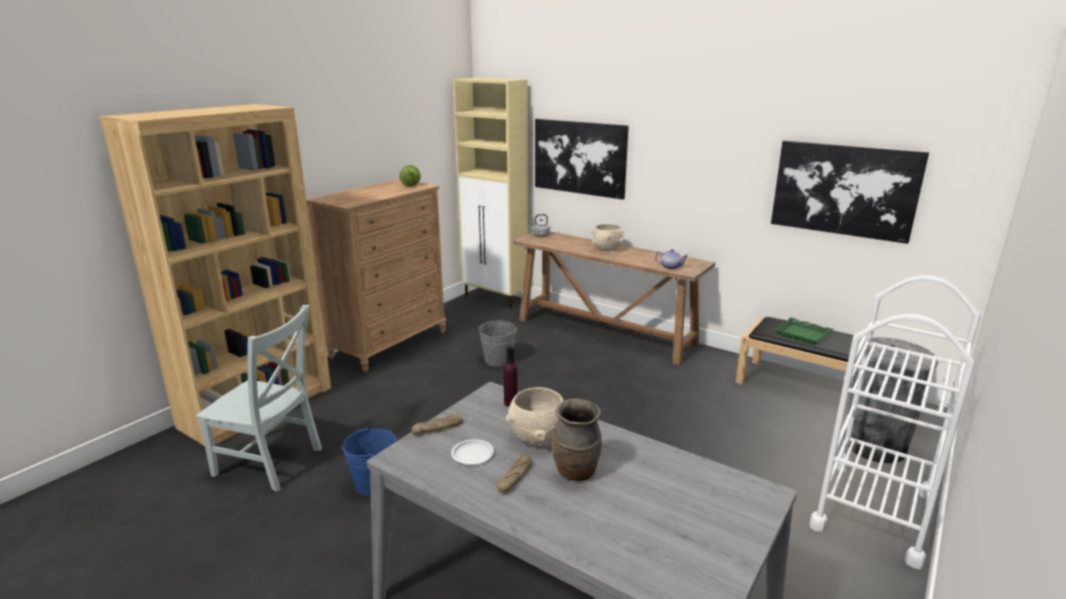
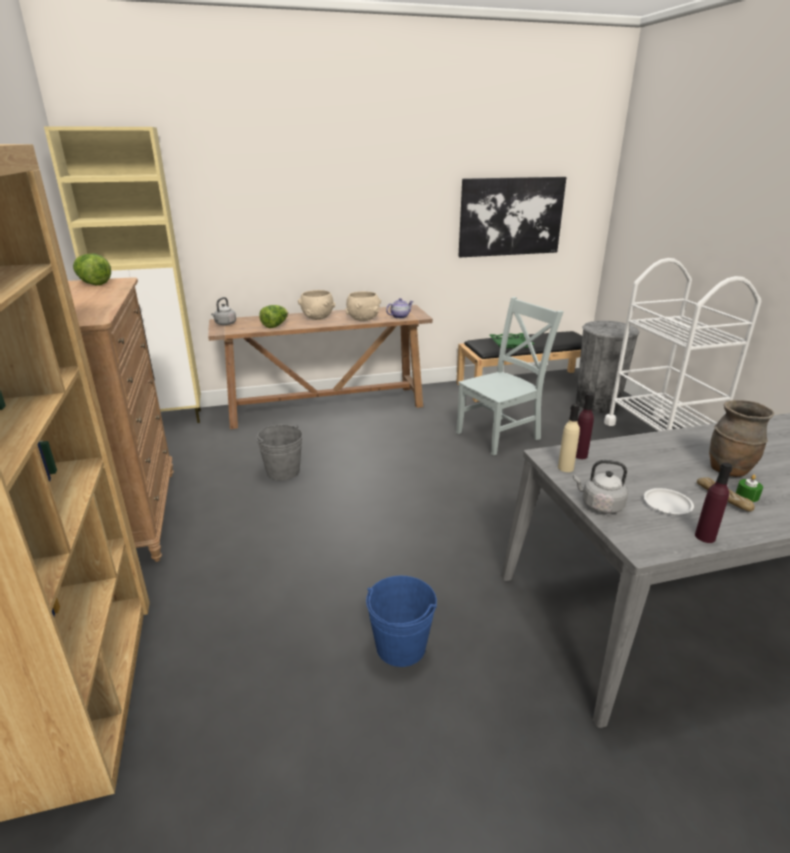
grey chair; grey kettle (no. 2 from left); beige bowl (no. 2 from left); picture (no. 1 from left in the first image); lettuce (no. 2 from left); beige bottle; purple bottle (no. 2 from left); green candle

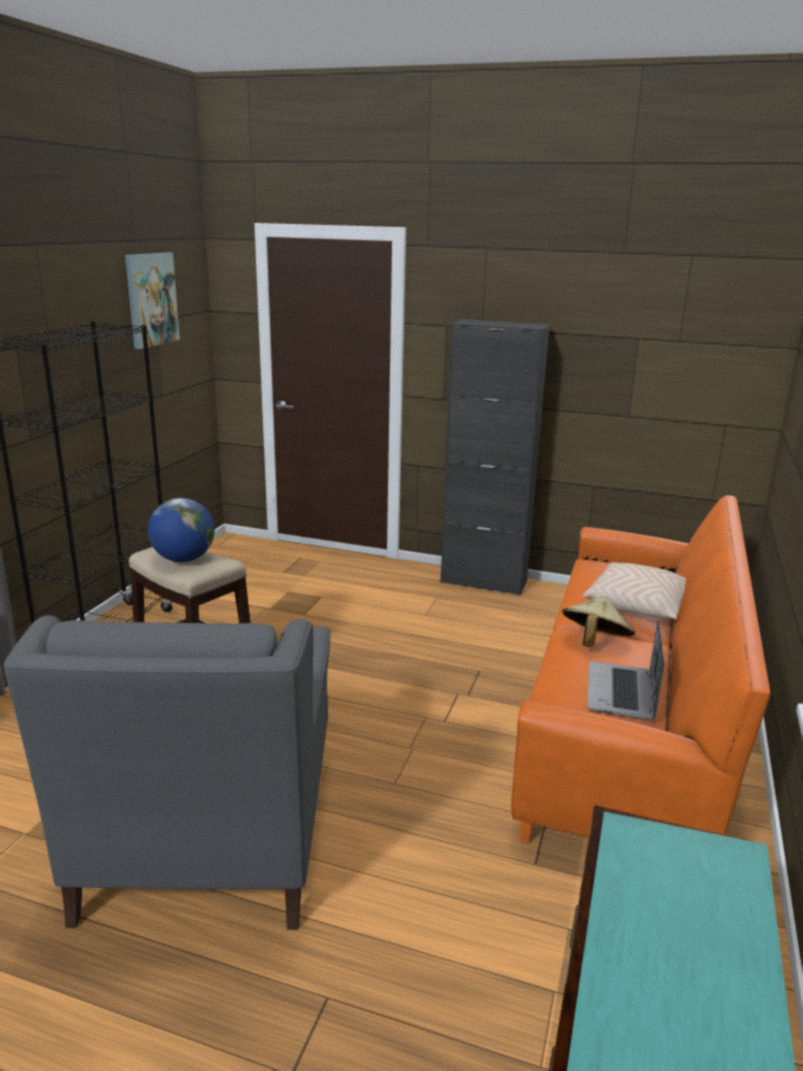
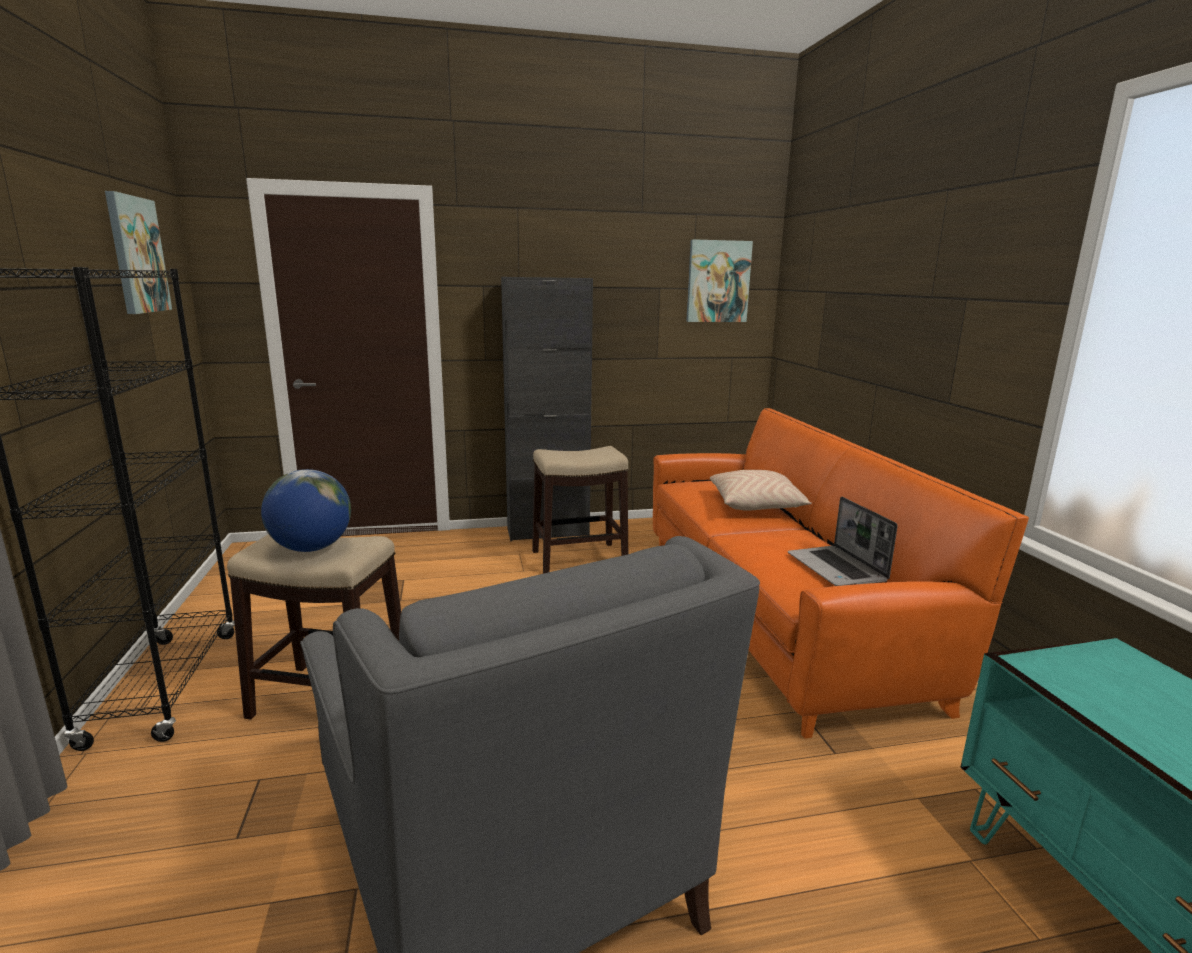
beige hat; stool (no. 2 from left); picture (no. 2 from left)

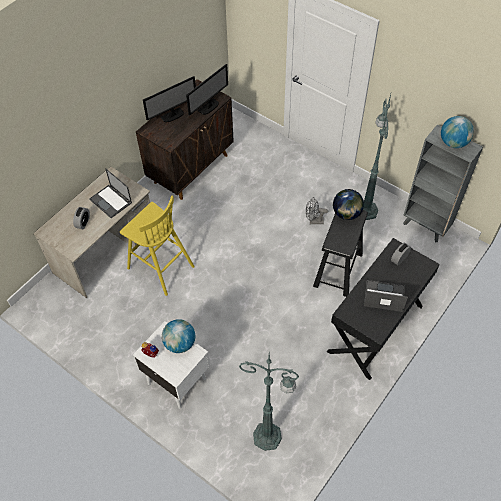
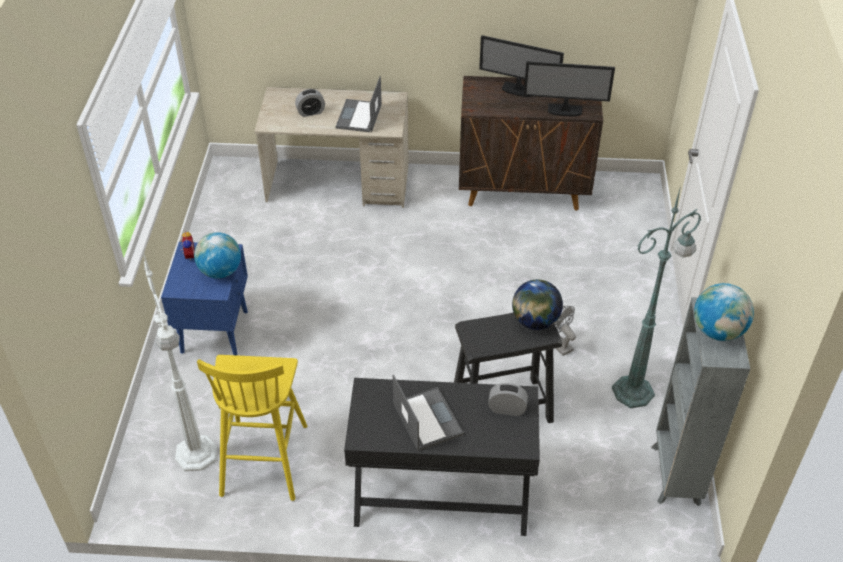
yellow stool; blue nightstand; white floor lamp

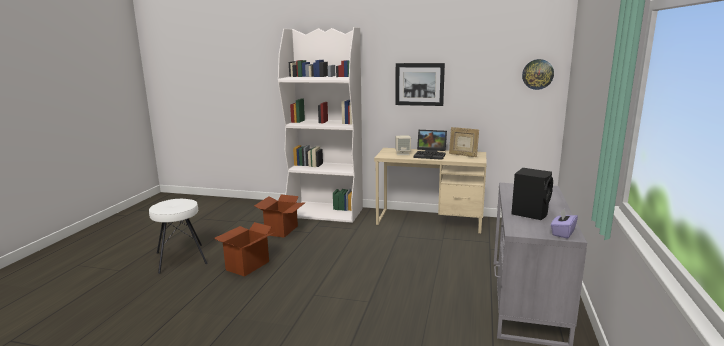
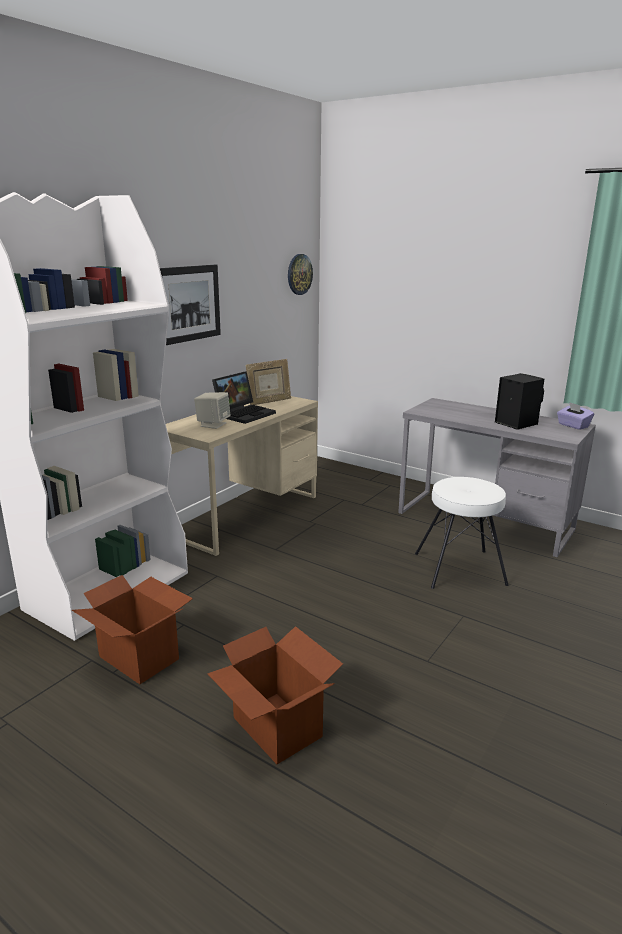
white stool

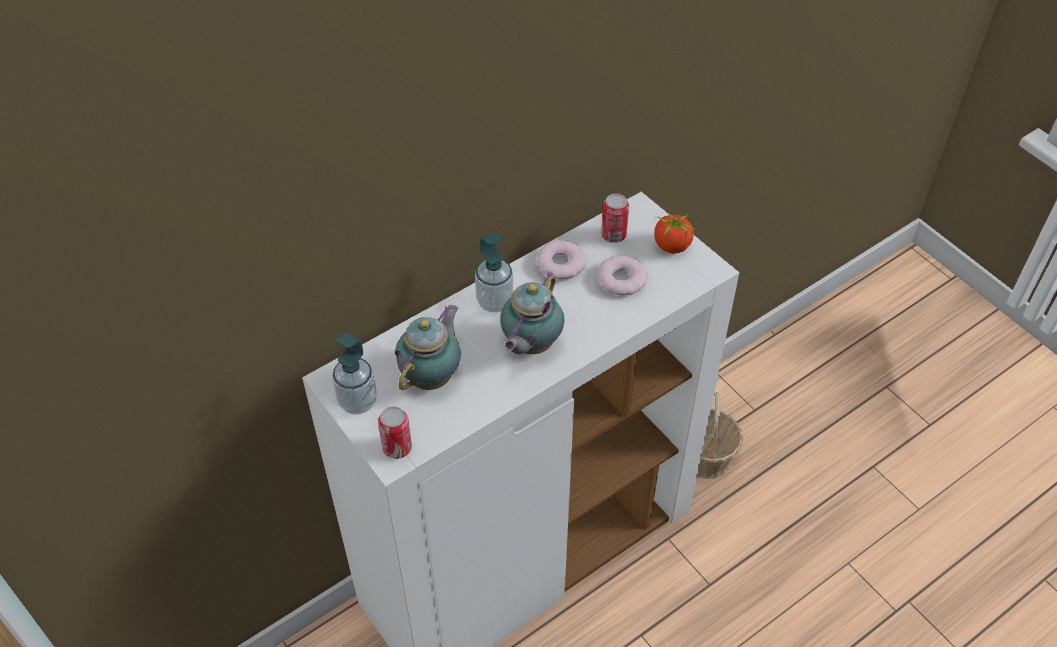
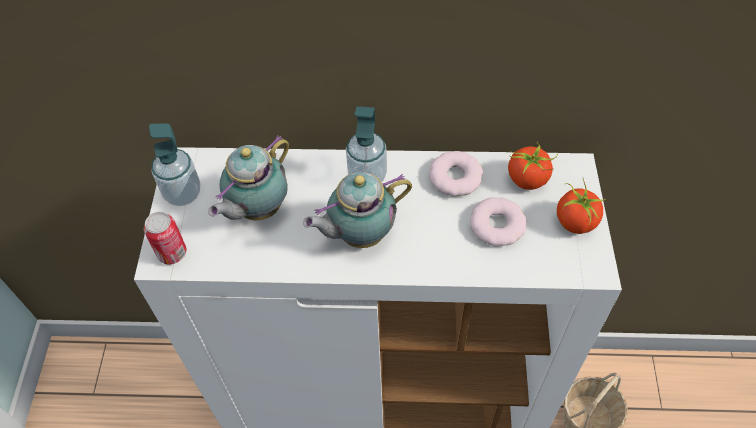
teapot (no. 1 from left); tomato (no. 1 from left)

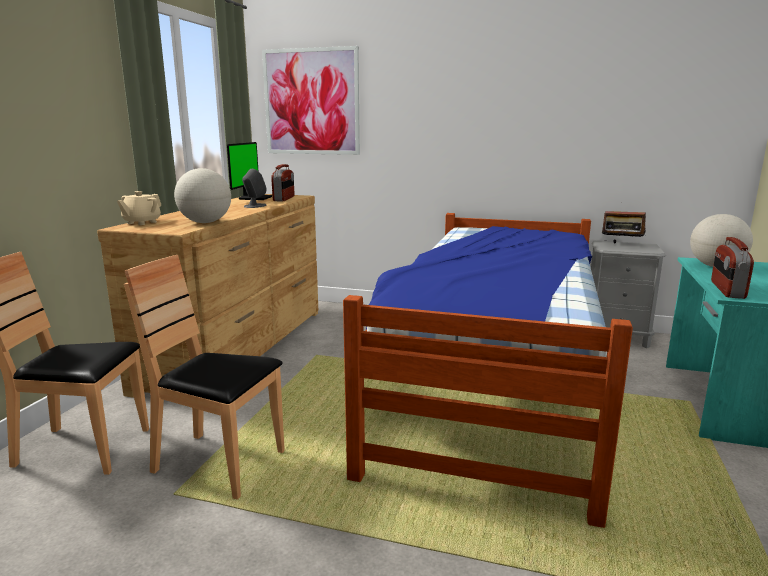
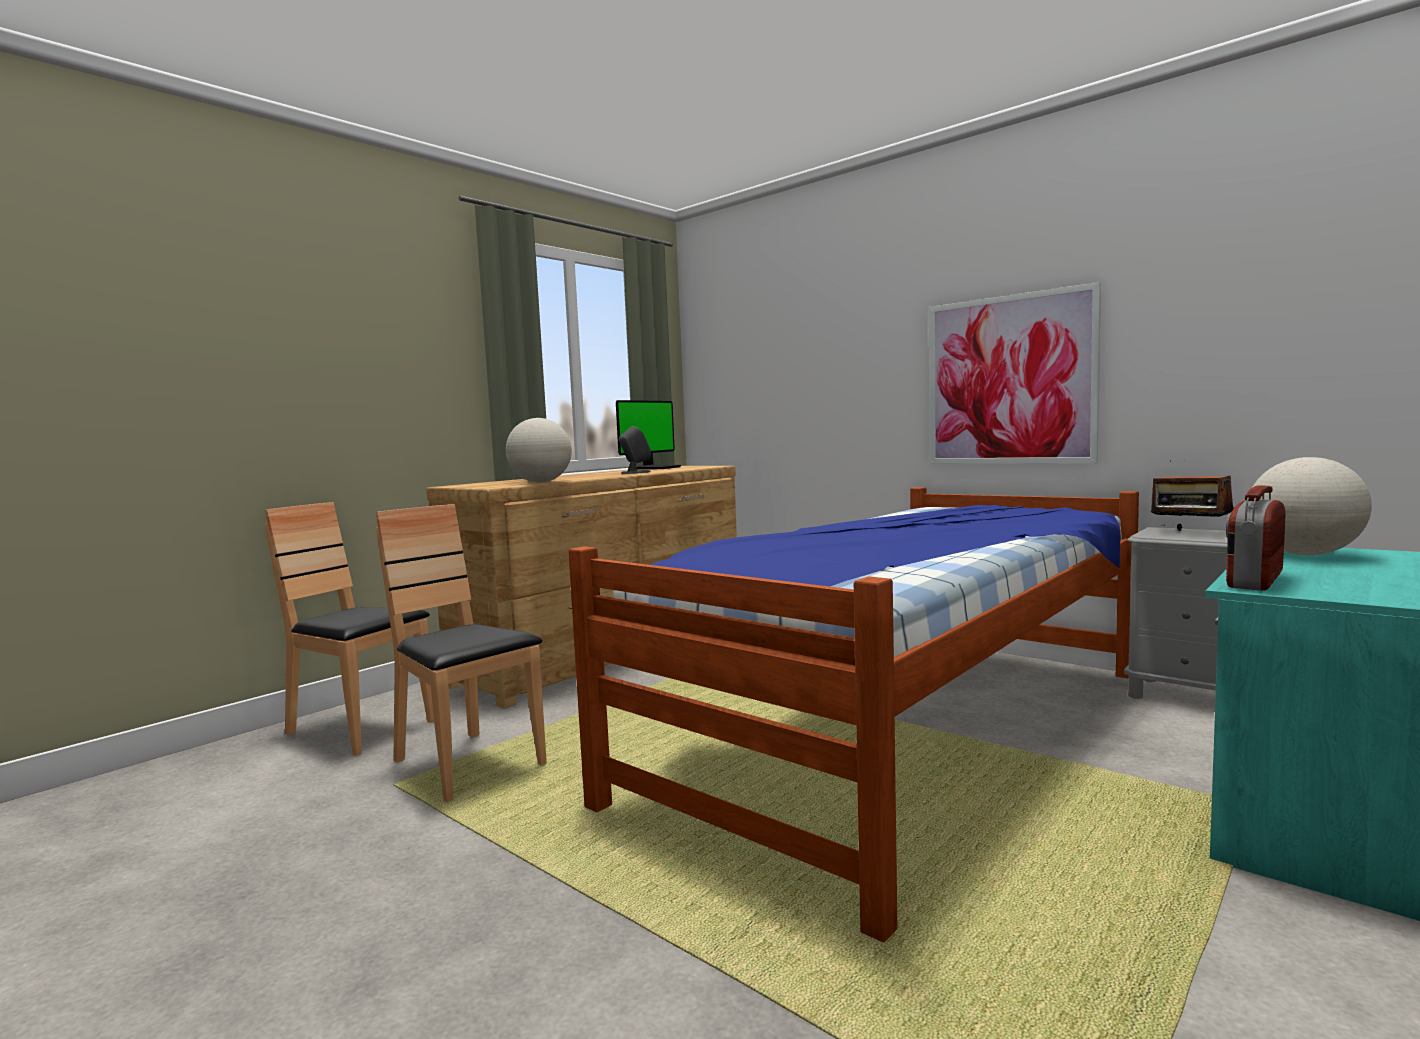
beige teapot; picture; radio (no. 1 from left in the first image)

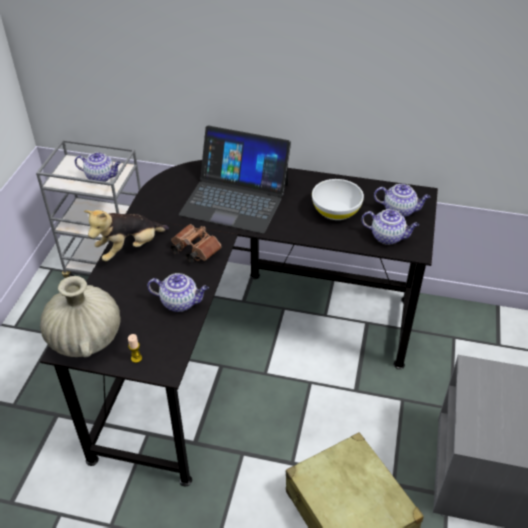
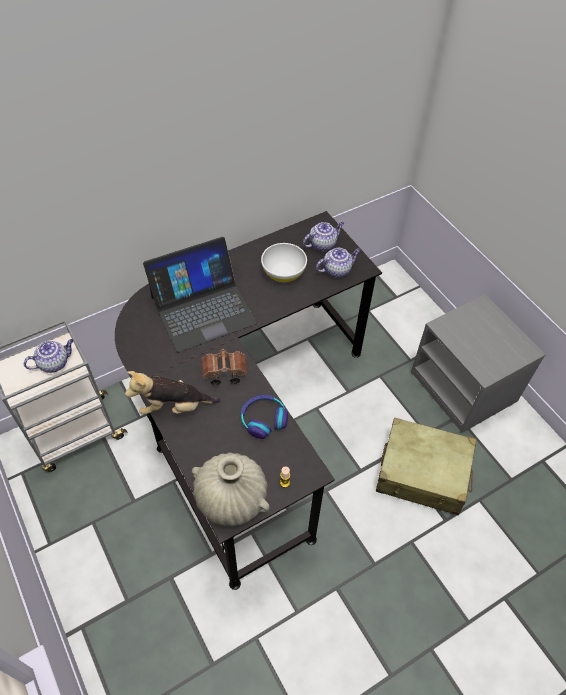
plush toy; headphones

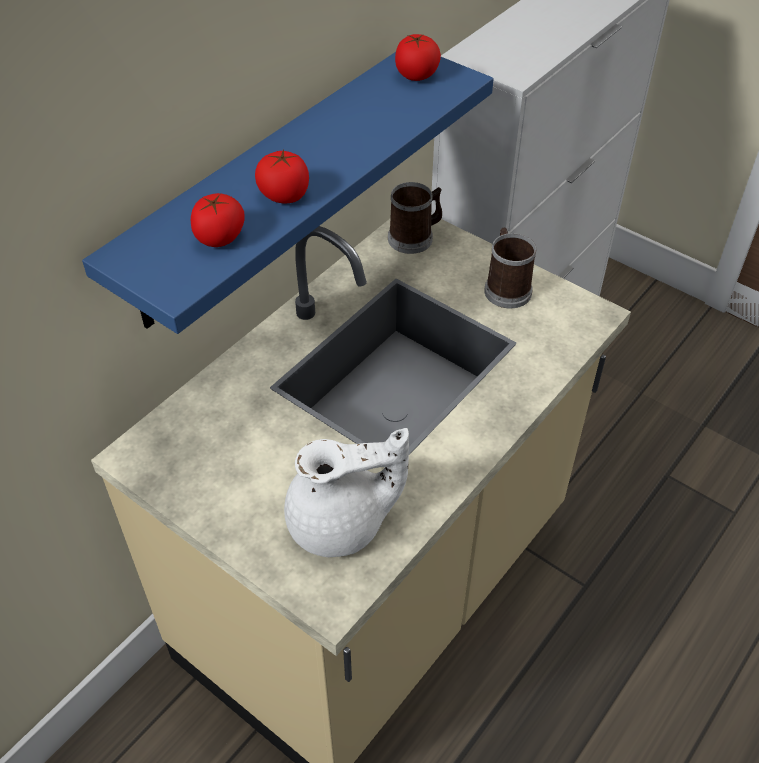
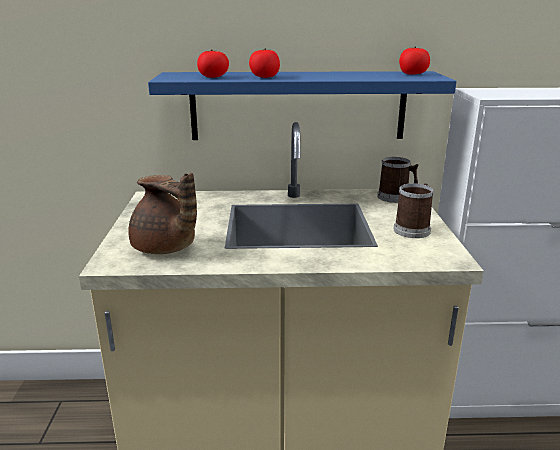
brown teapot

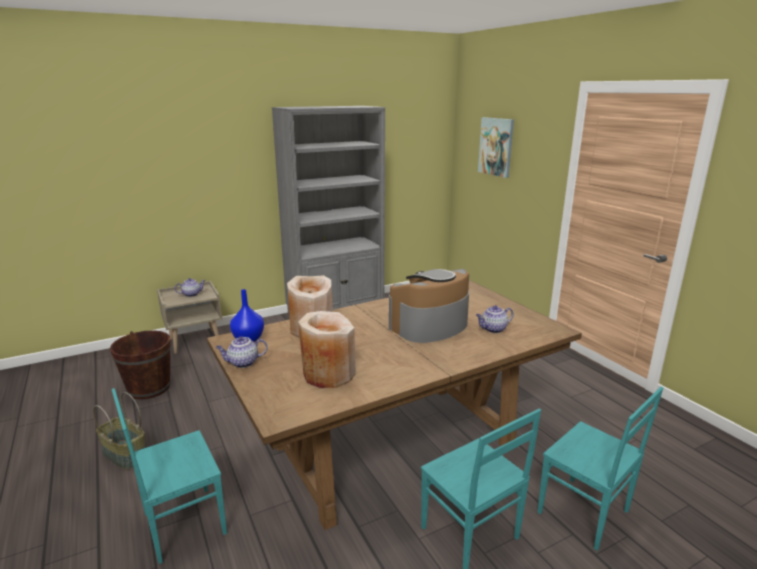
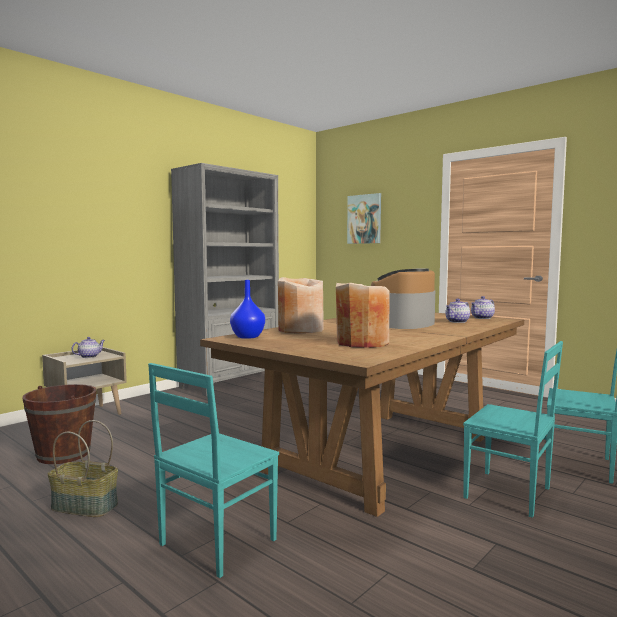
teapot (no. 3 from left)

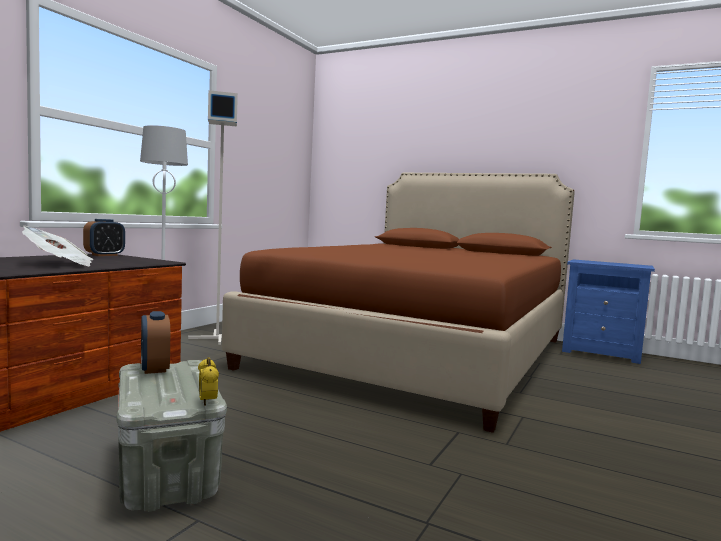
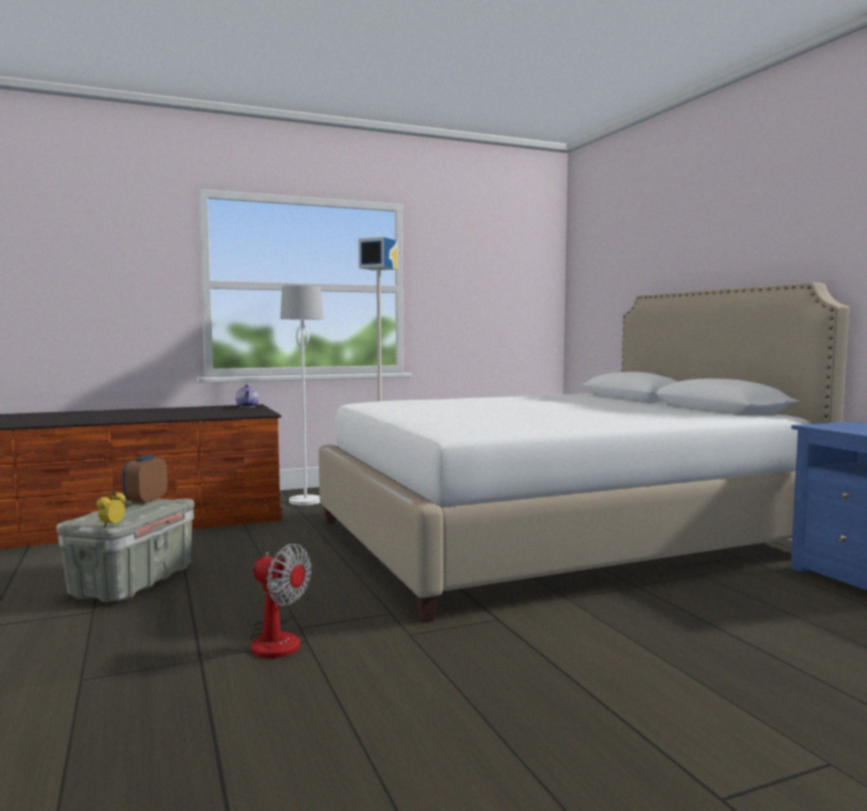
newspaper; teapot; white bed; fan

